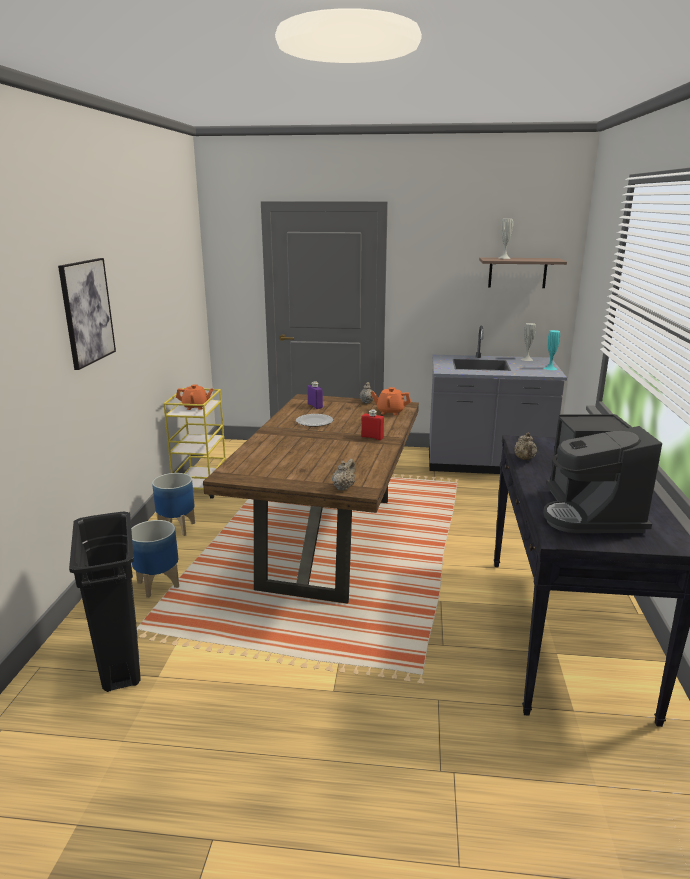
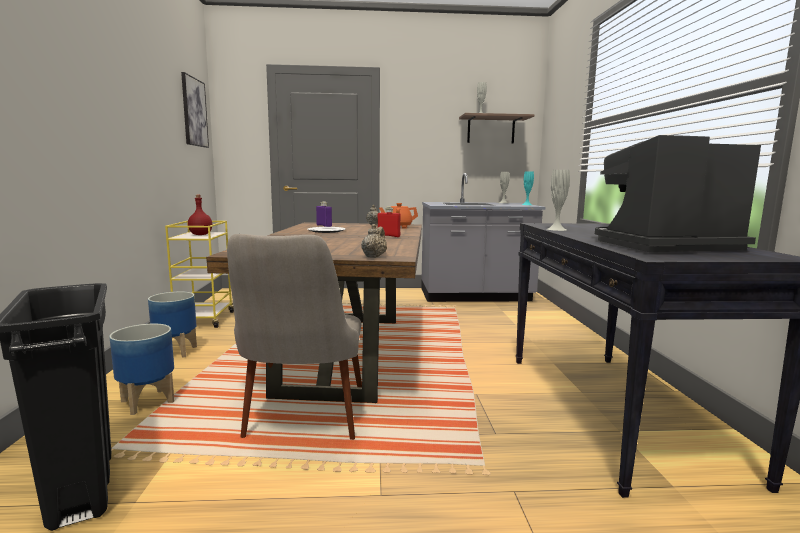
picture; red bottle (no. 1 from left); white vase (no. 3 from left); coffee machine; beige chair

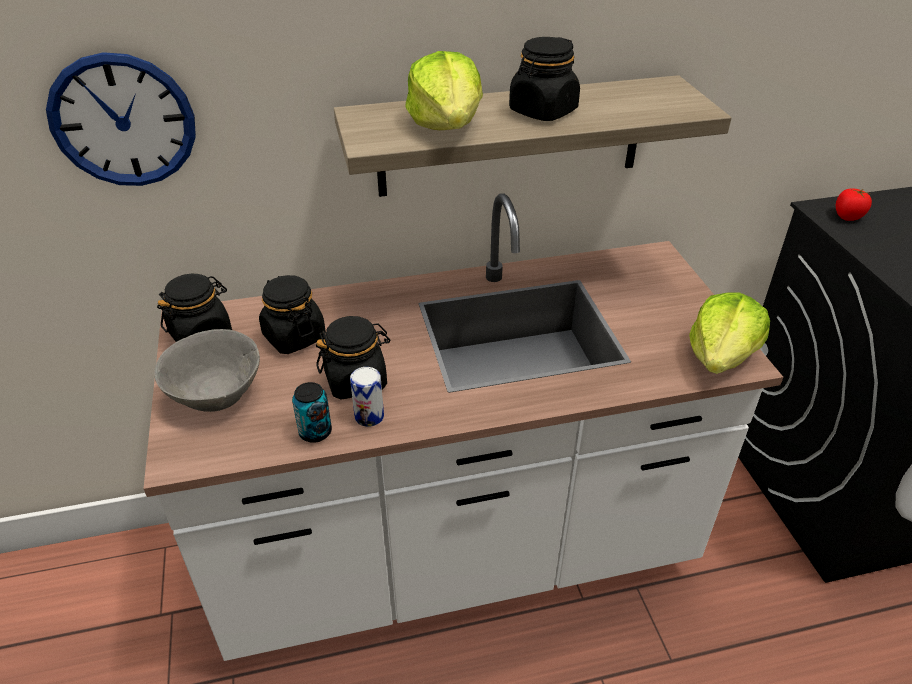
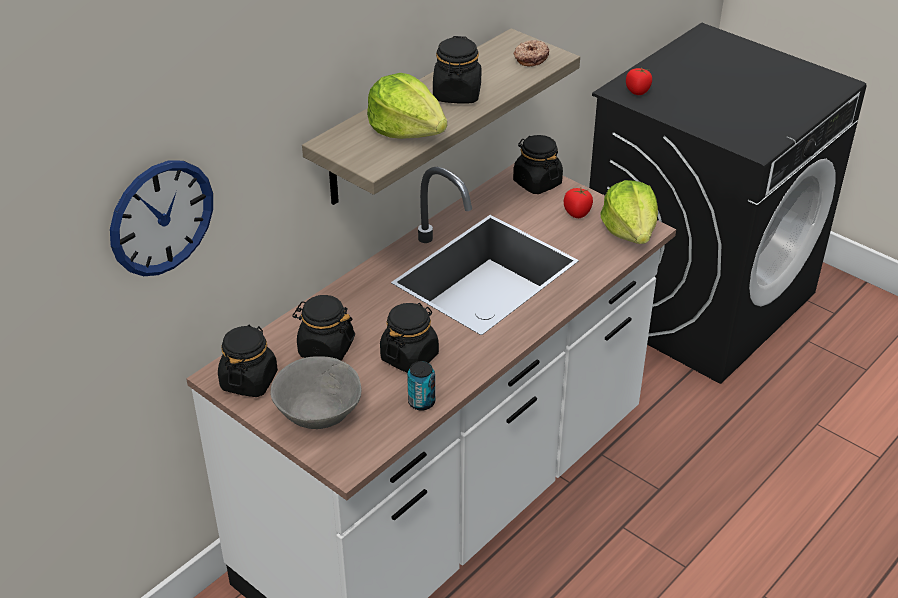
can (no. 2 from left in the first image); donut; black jar (no. 5 from left); tomato (no. 1 from left)

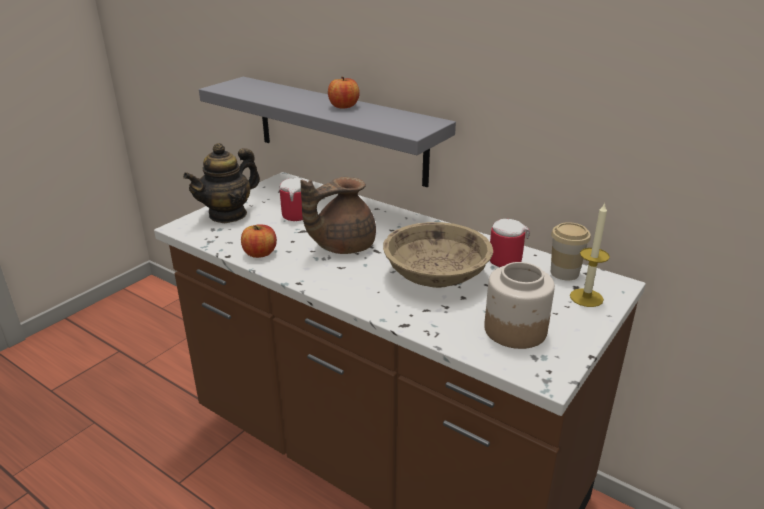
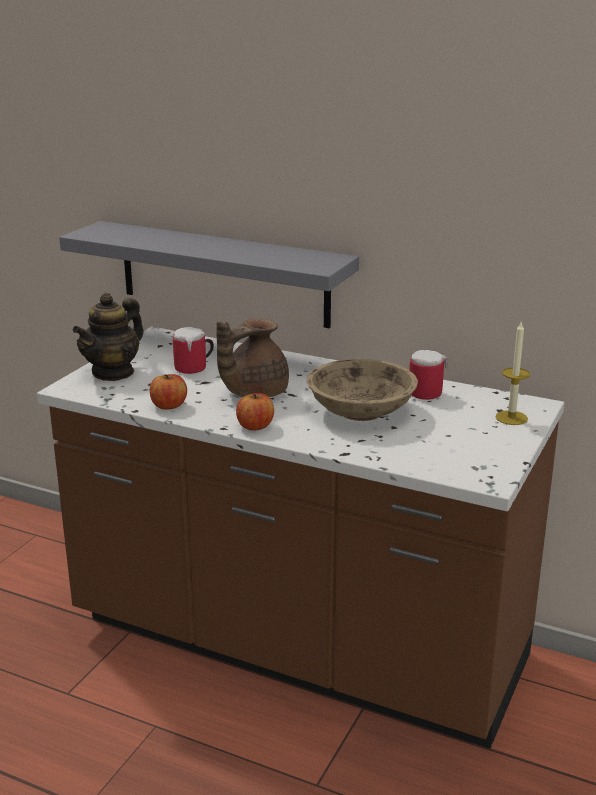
apple (no. 2 from left); jar; cup

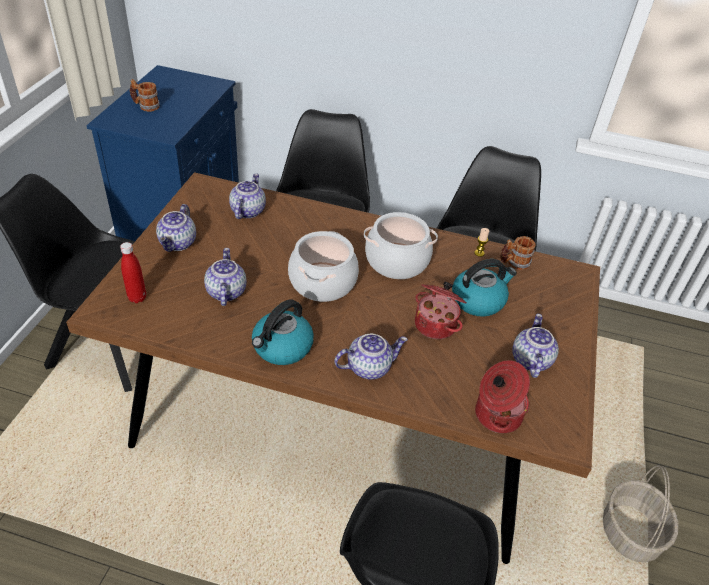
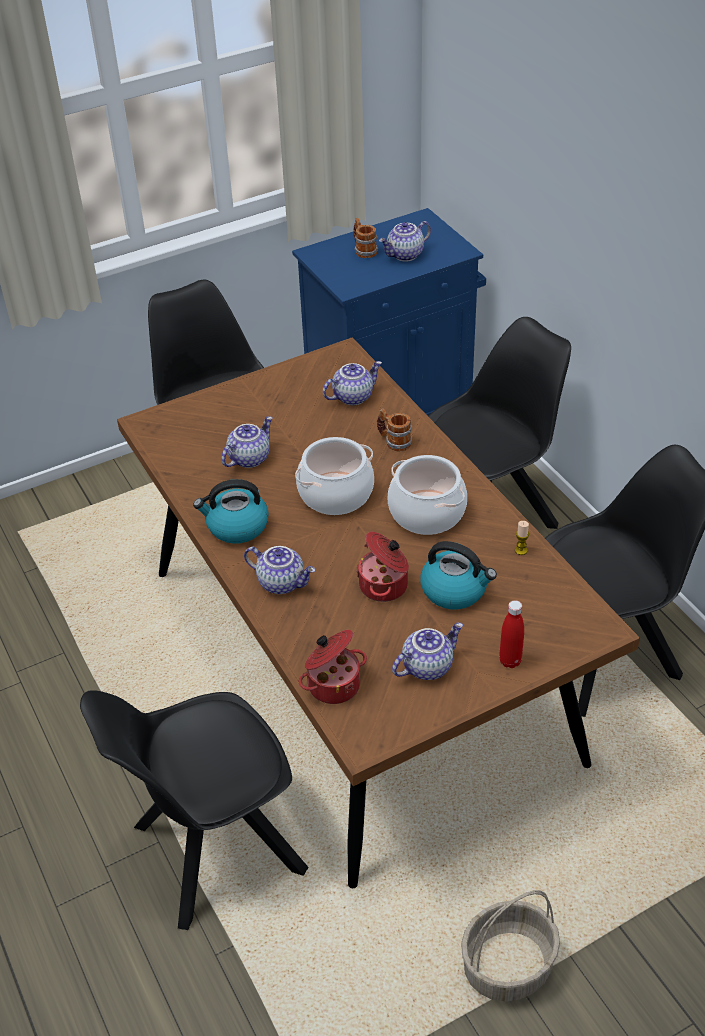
red bottle; teapot (no. 4 from left); mug (no. 2 from left)

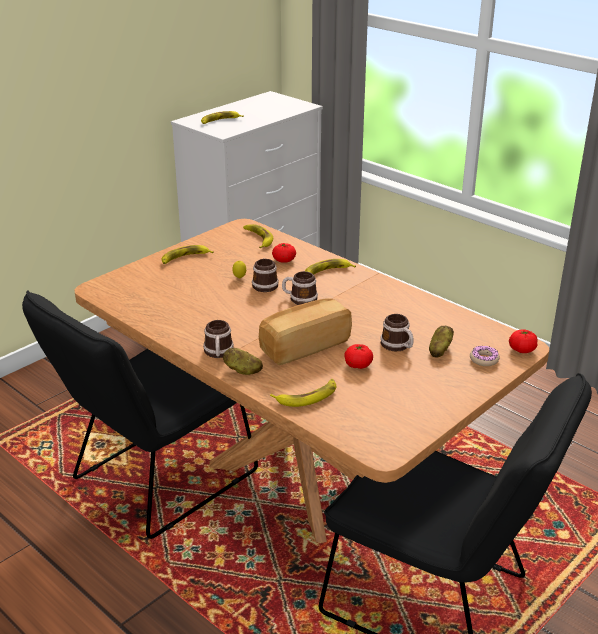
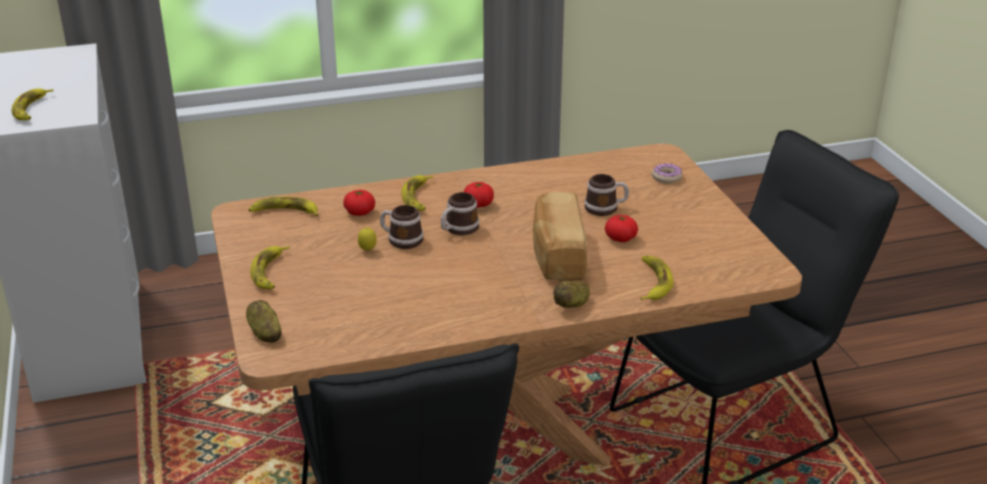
mug (no. 1 from left in the first image); potato (no. 1 from left); tomato (no. 2 from left)

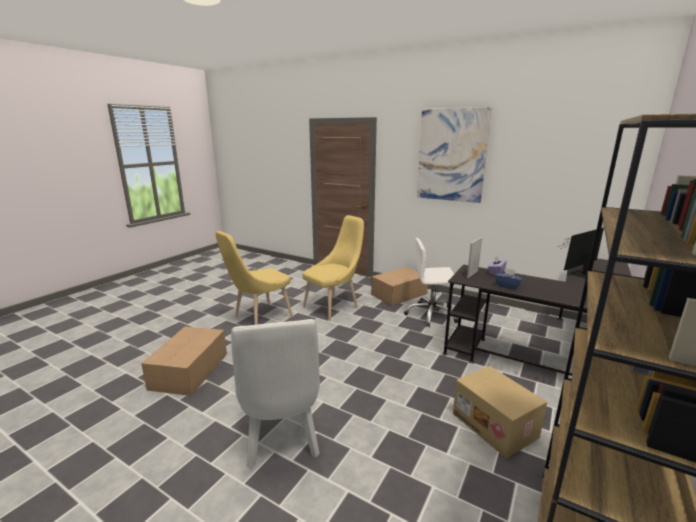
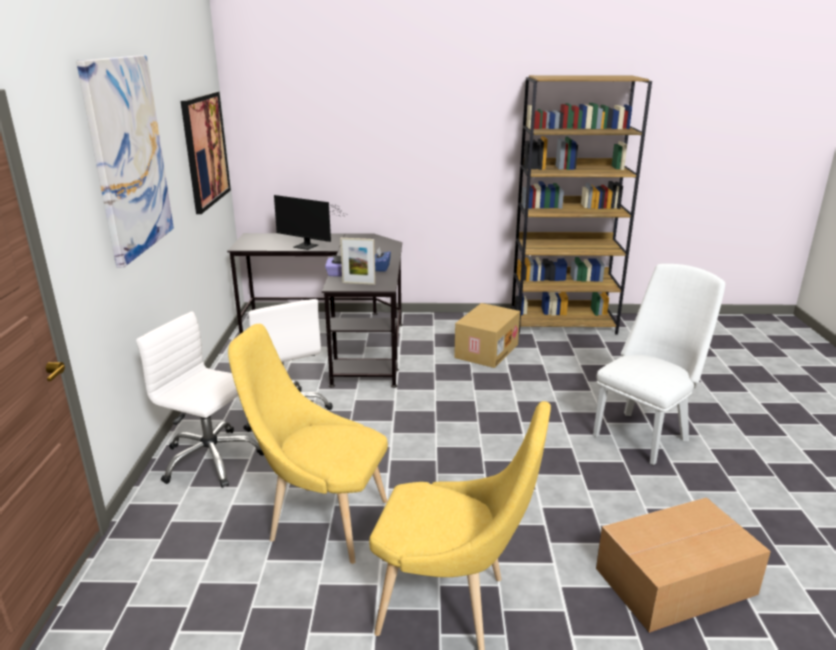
white office chair (no. 1 from left); picture (no. 2 from left)

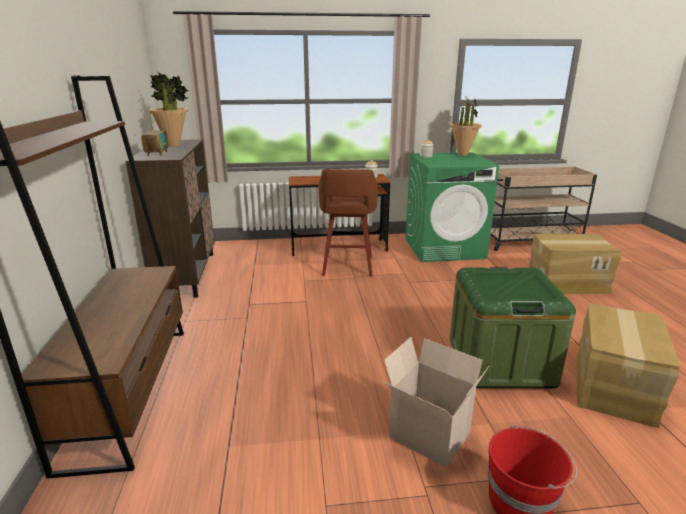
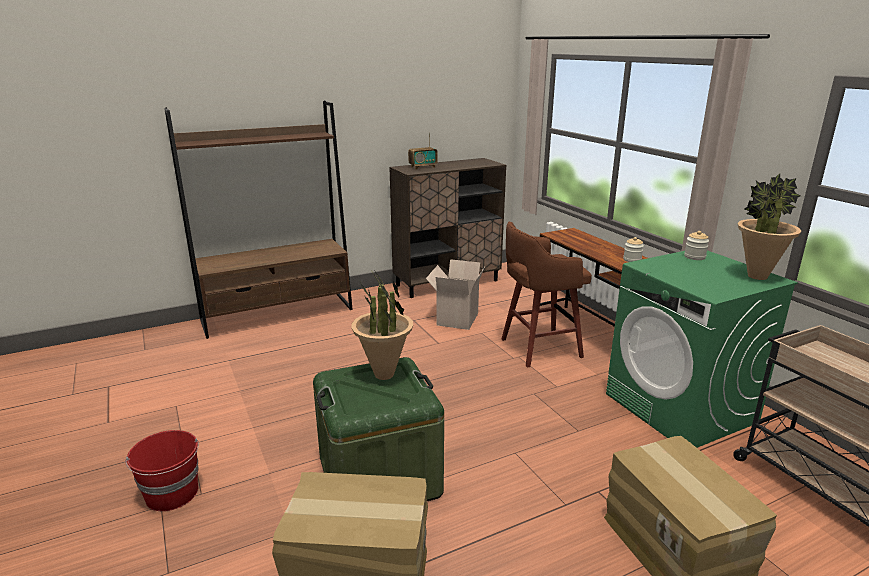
potted plant (no. 1 from left); cardboard box (no. 2 from left)

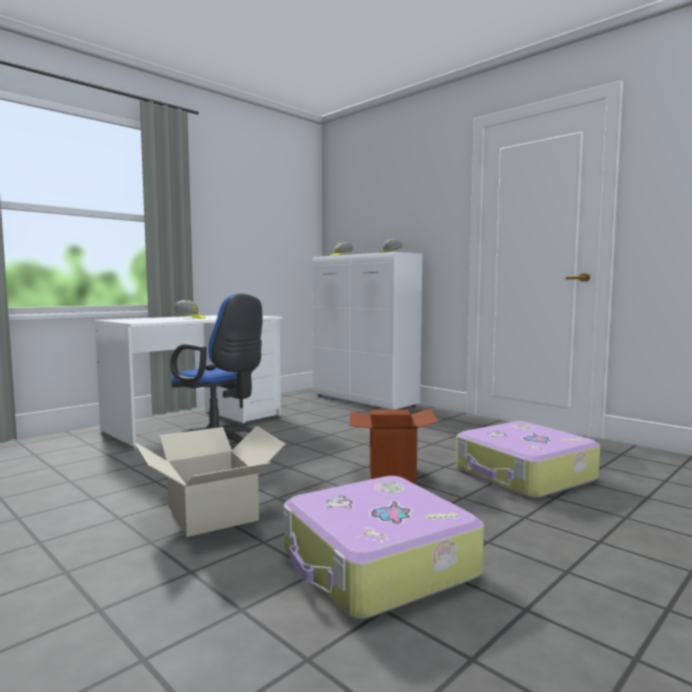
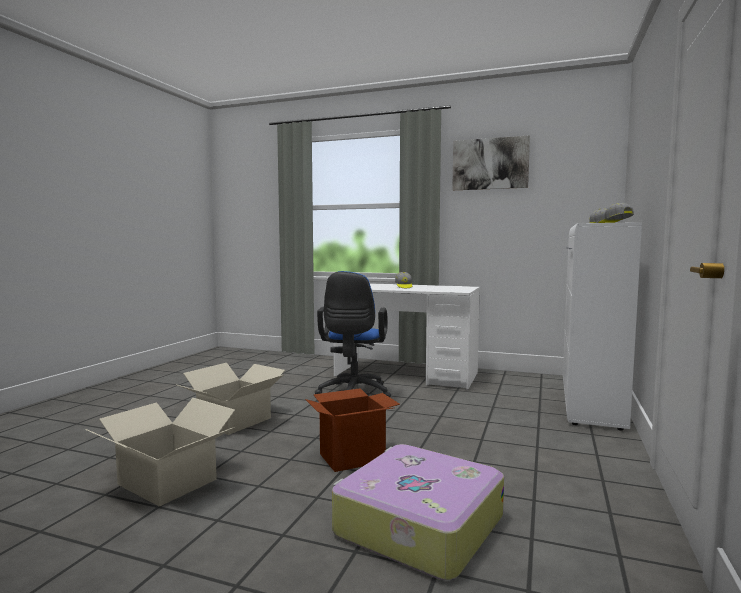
cardboard box (no. 1 from left); picture

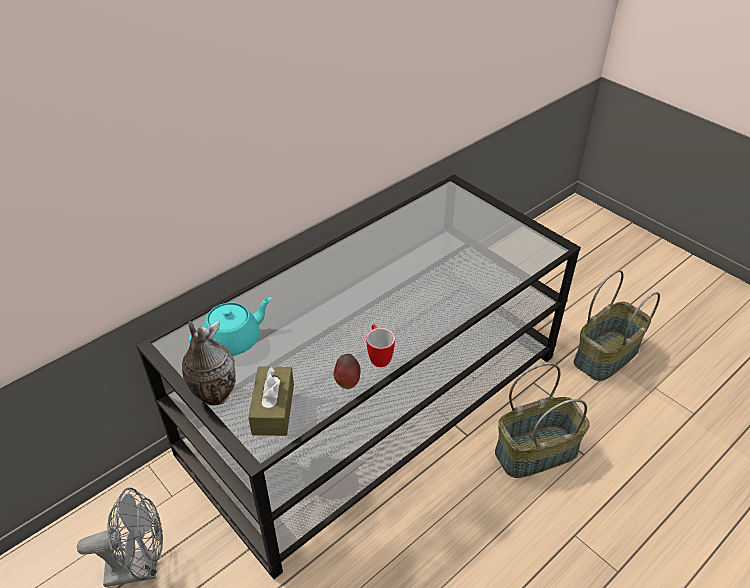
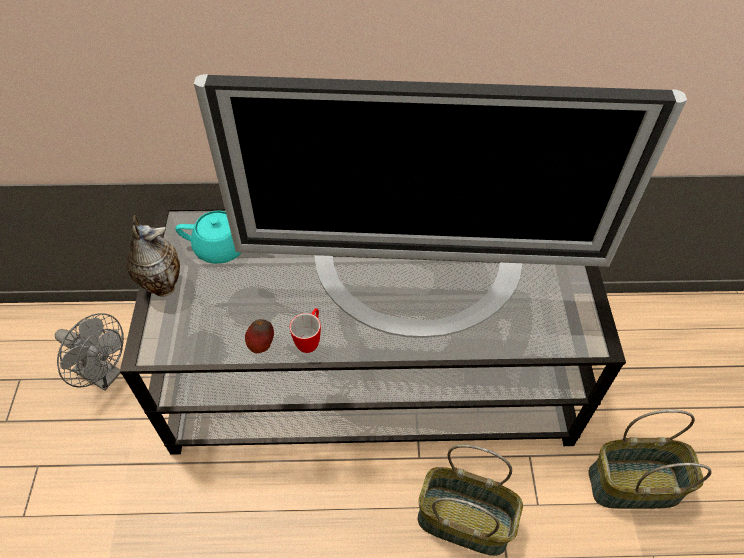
brown tissue box; television

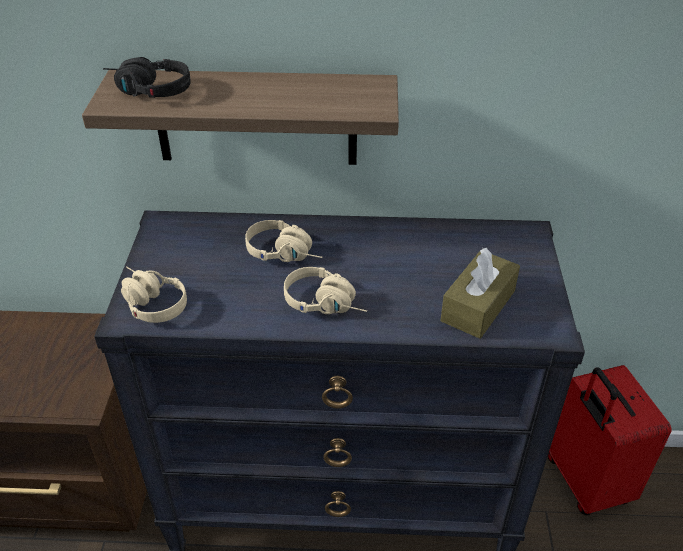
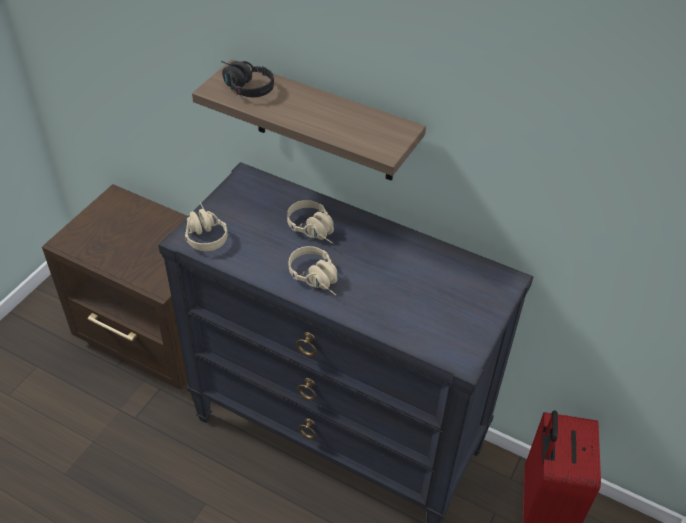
brown tissue box

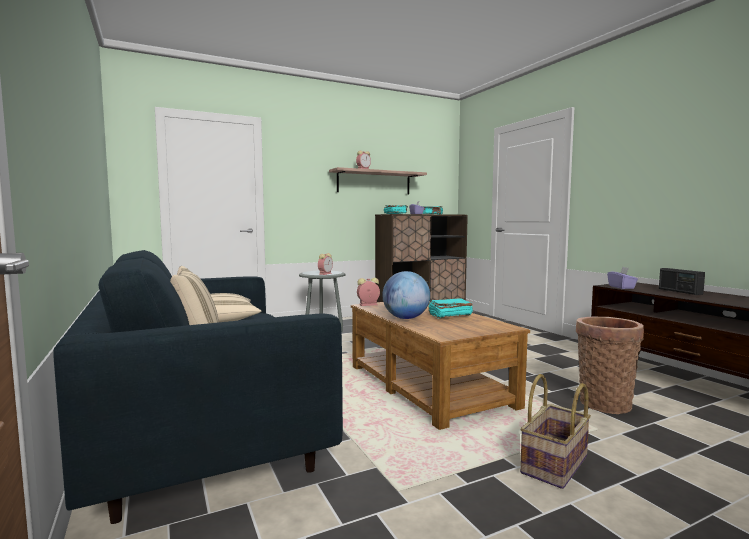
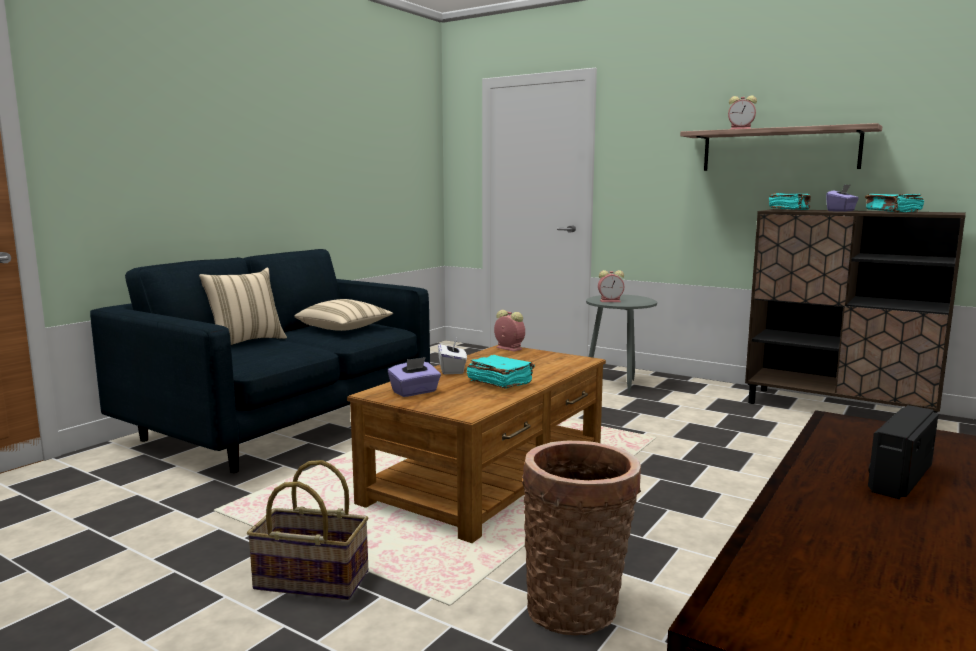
white tissue box; purple tissue box (no. 1 from left)

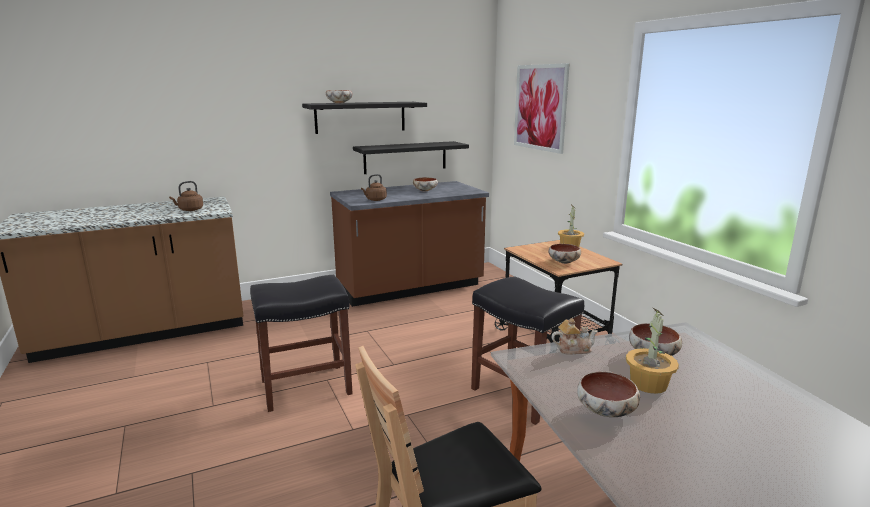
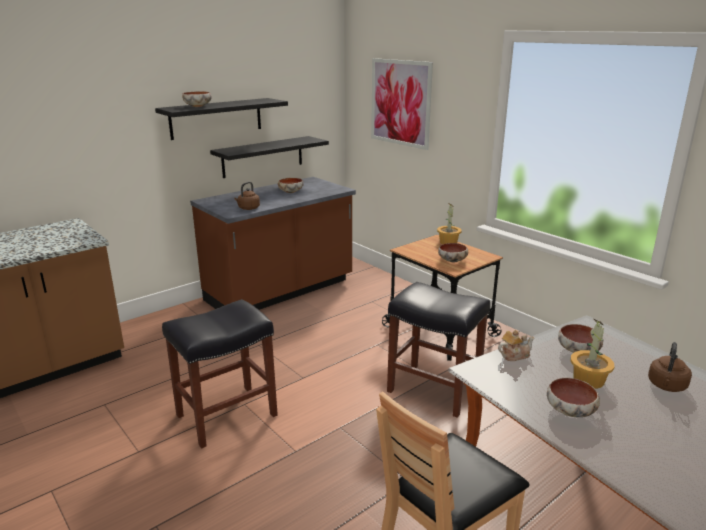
brown kettle (no. 2 from left)

